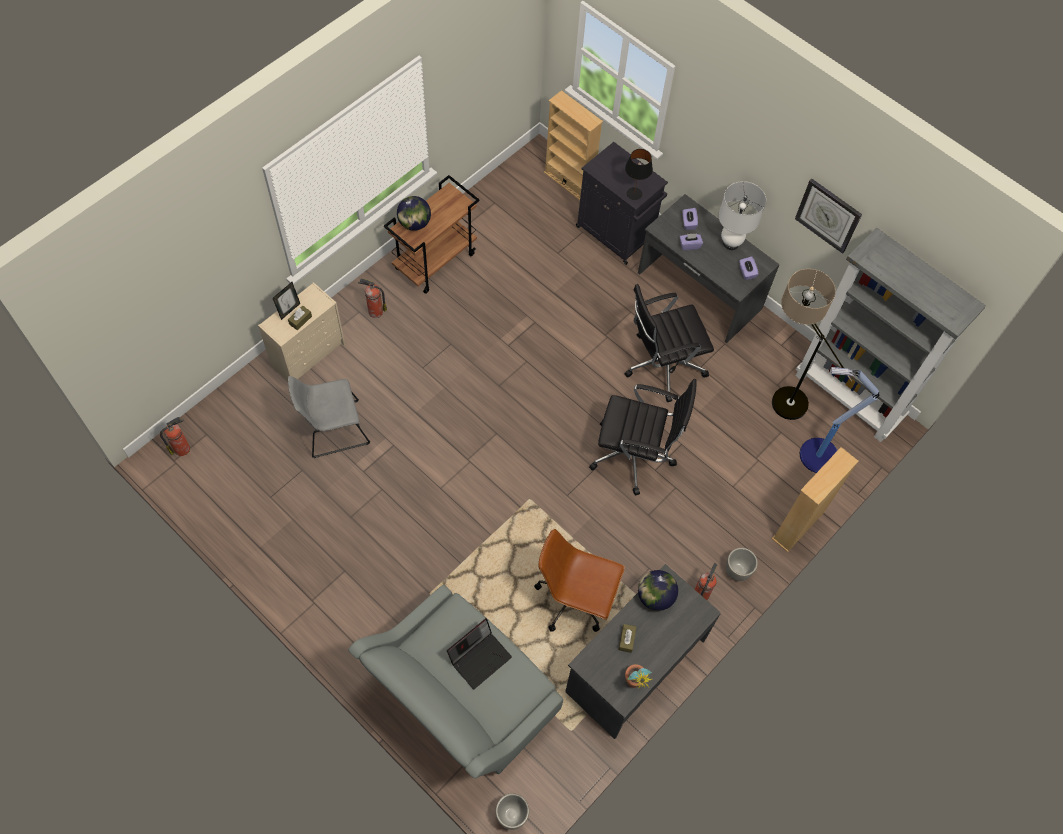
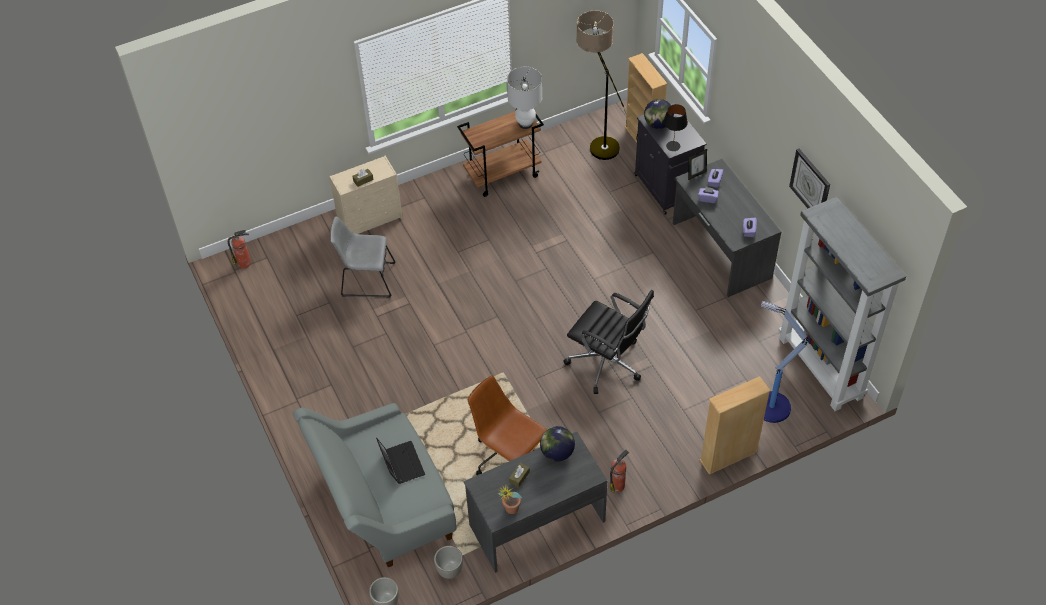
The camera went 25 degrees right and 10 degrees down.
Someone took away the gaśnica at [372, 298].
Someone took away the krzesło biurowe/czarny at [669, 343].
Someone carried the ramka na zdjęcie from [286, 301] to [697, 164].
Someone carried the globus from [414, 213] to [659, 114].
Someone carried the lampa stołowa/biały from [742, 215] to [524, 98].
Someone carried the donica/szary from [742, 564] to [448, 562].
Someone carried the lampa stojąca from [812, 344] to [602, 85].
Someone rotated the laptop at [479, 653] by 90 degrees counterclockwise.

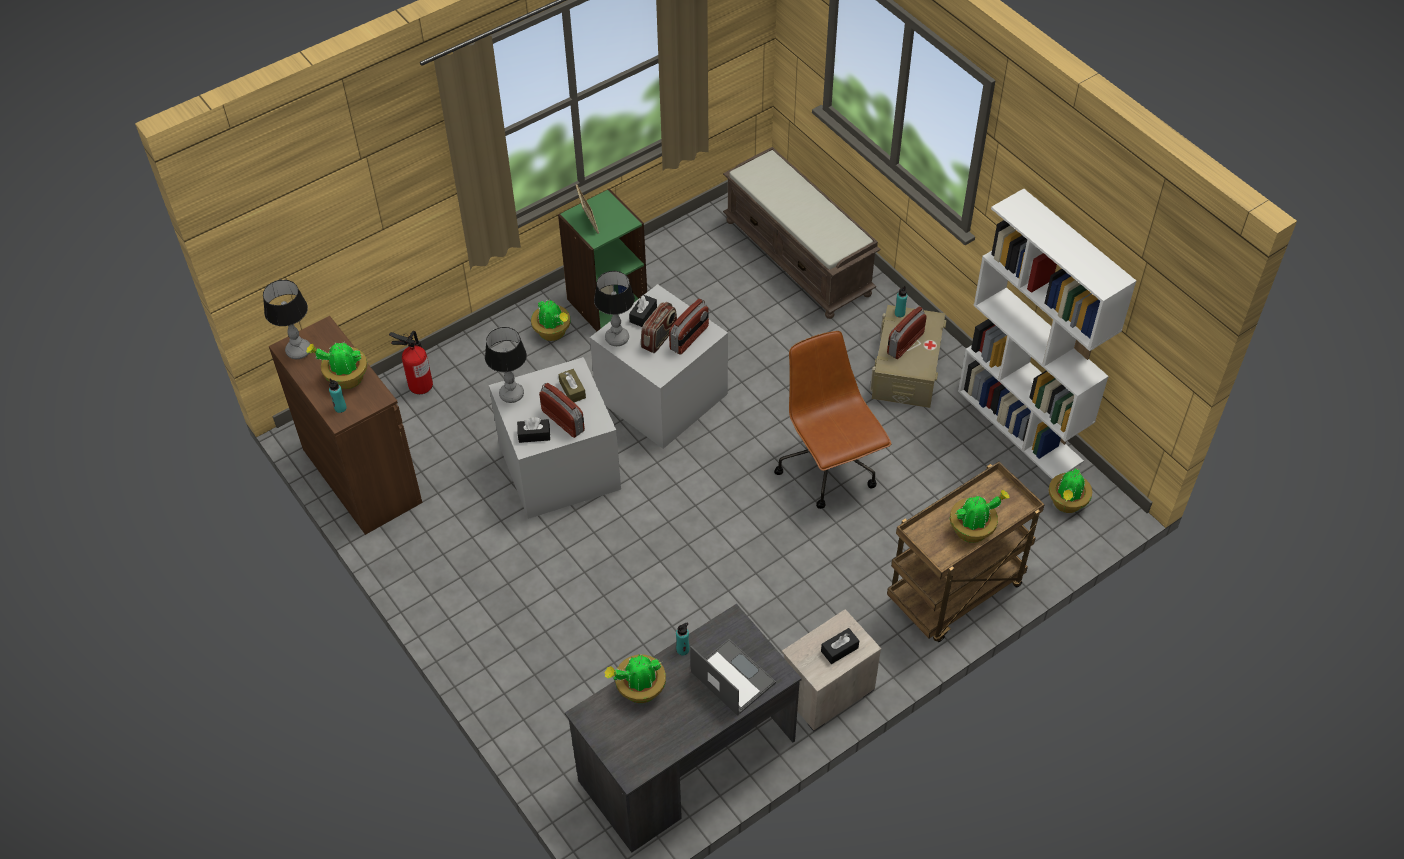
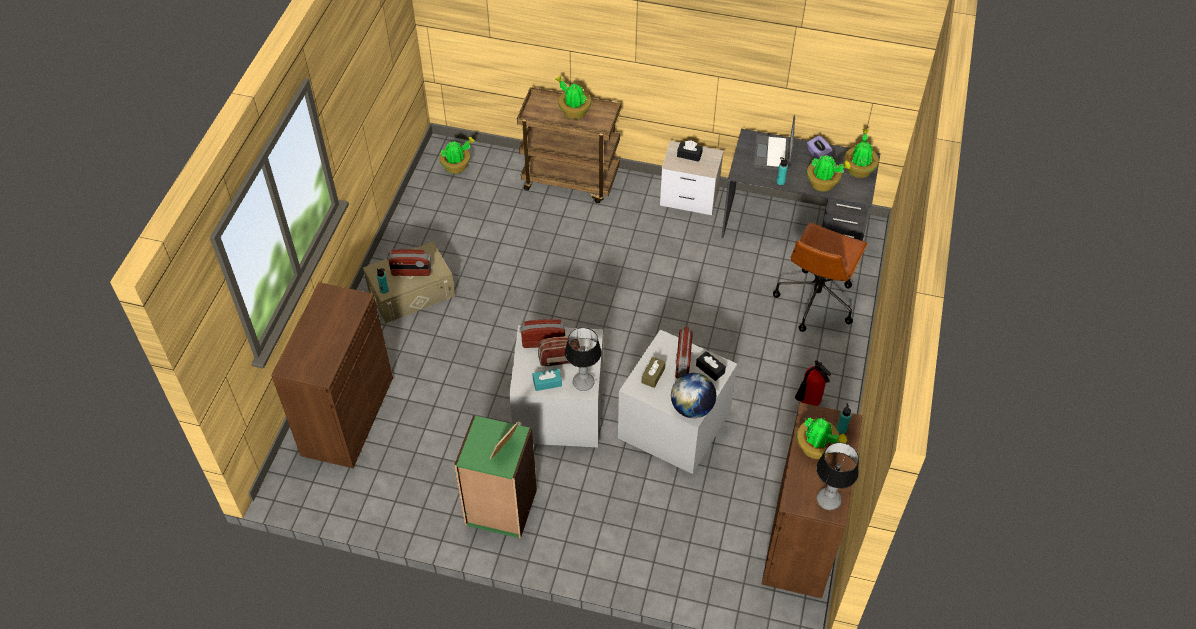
The camera went 130 degrees left and 0 degrees up.
Someone took away the regał/biały at [1047, 334].
Someone put down the pudełko chusteczek/fioletowy at [820, 147].
Someone carried the gaśnica from [411, 362] to [813, 383].
Someone carried the roślina doniczkowa from [550, 320] to [861, 153].
Someone carried the krzesło biurowe/brązowy from [832, 420] to [820, 277].
Someone swapped the lampa stołowa at [506, 365] for the globus at [693, 395].
Someone swapped the ławka/brązowy at [802, 233] for the szafka/brązowy at [332, 375].
Someone repainted the pudełko chusteczek/czarny at [643, 310], which became the pudełko chusteczek/turkusowy at [547, 379].

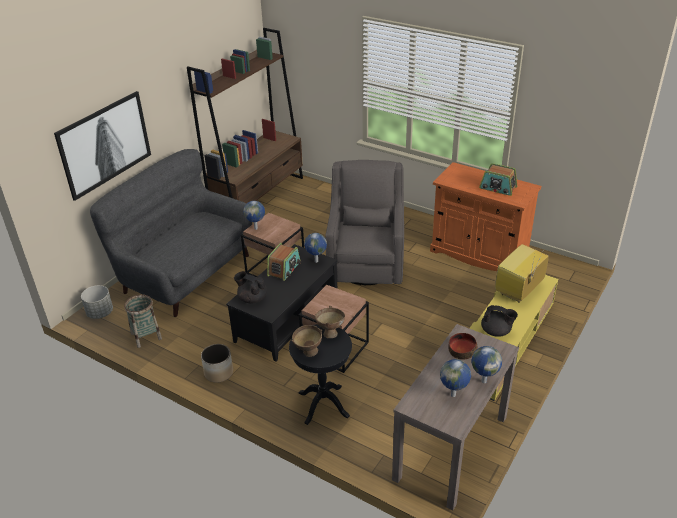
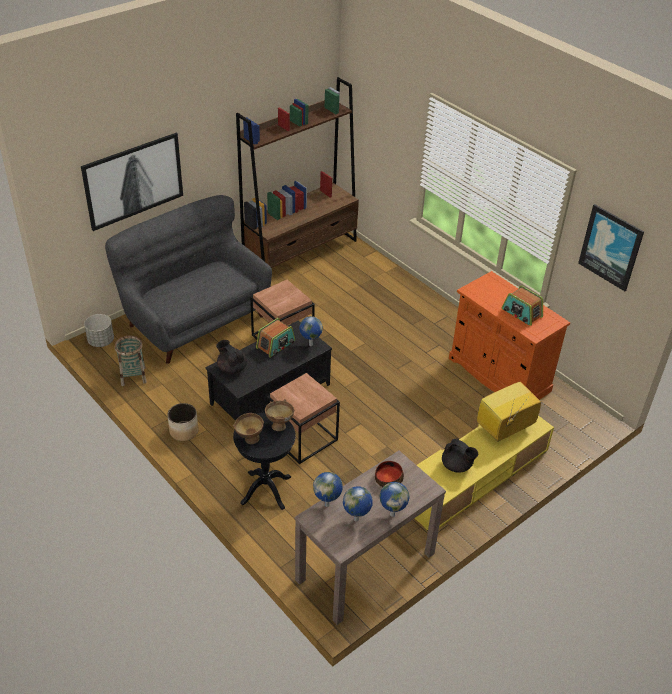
The camera went 15 degrees right and 5 degrees up.
Someone took away the fotel/szary at [364, 222].
Someone put up the obraz at [611, 247].
Someone carried the globus from [254, 215] to [328, 489].

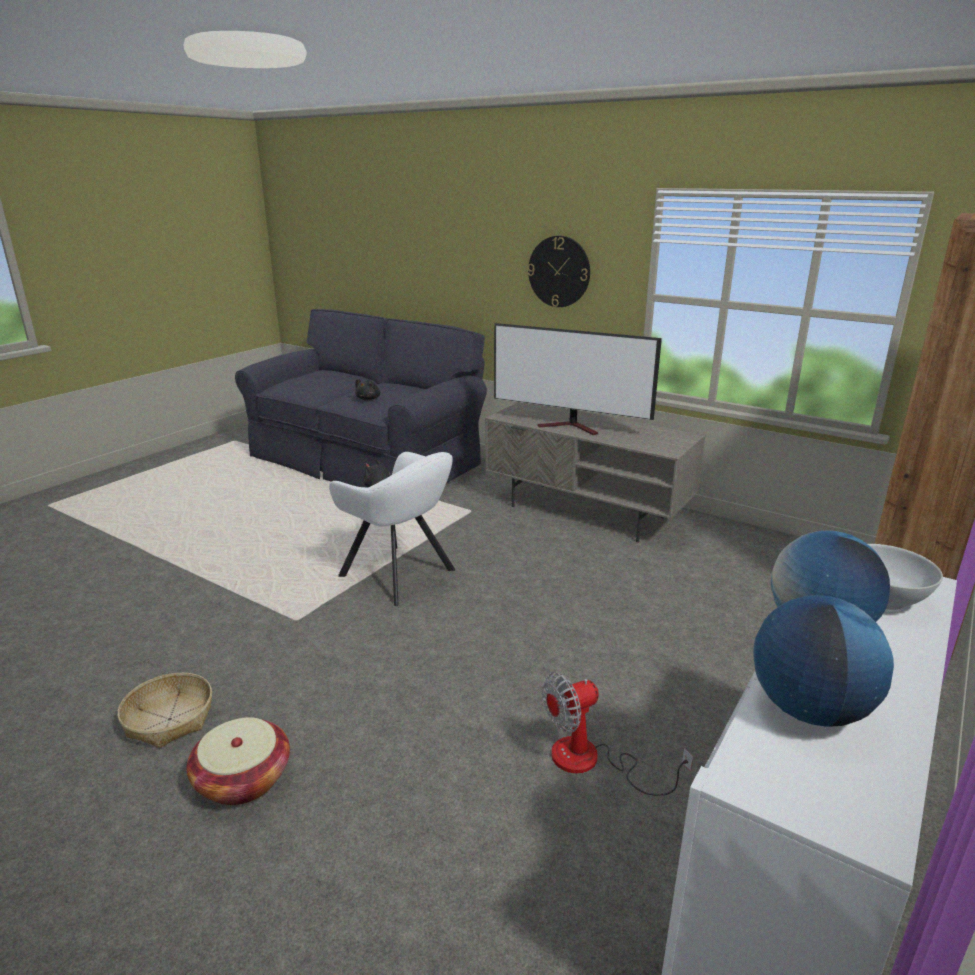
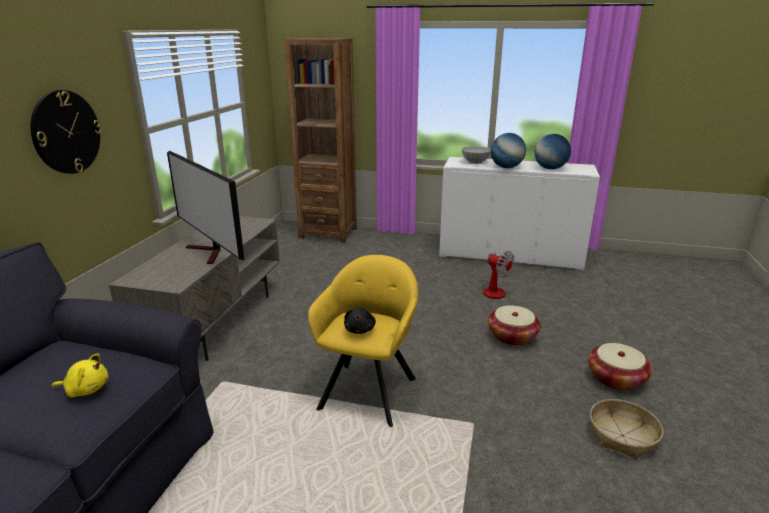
The camera went 110 degrees left and 0 degrees up.
Someone put down the koszyk at [514, 326].
Someone repainted the fotel/biały at [392, 529], which became the fotel/żółty at [363, 341].
Someone repainted the pluszak/czarny at [367, 389], which became the pluszak/żółty at [80, 375].
Someone rotated the telewizor at [578, 379] by 135 degrees clockwise.

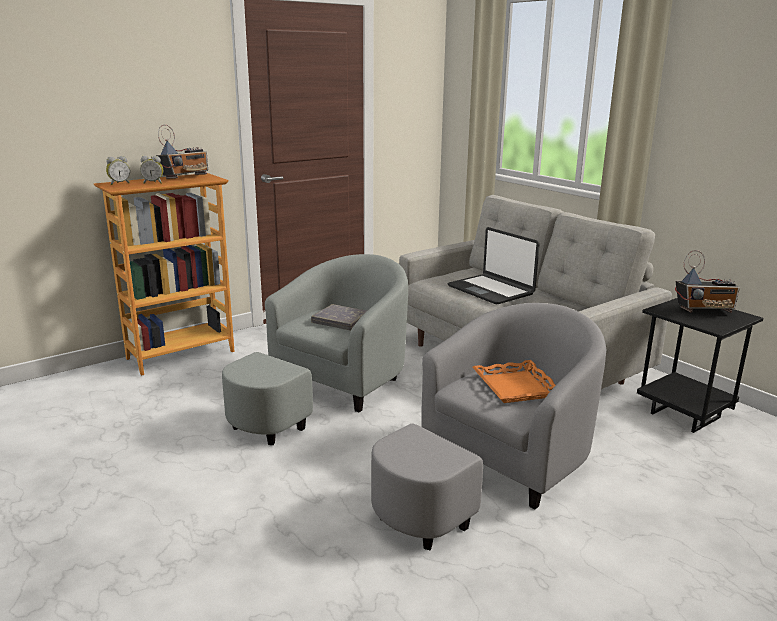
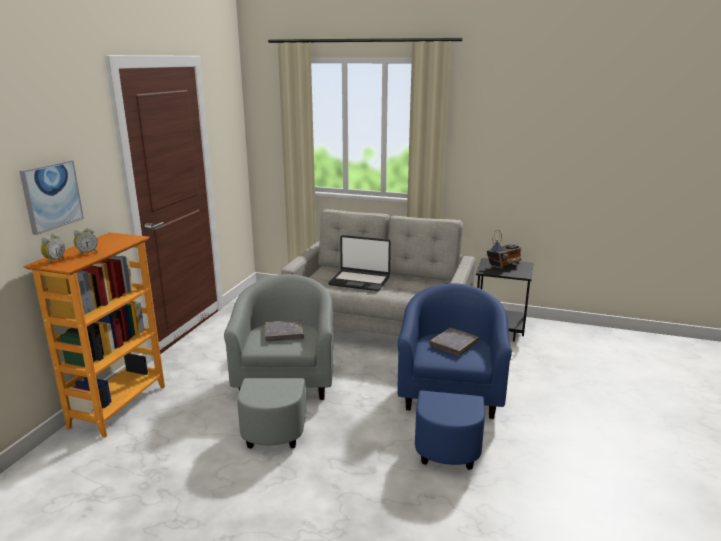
The camera went 35 degrees left and 0 degrees up.
Someone took away the radio at [182, 152].
Someone put up the obraz at [51, 197].
Someone swapped the taca/pomarańczowy at [513, 381] for the książka/szary at [454, 342].
Someone repainted the fotel/szary at [488, 426], which became the fotel/niebieski at [454, 376].

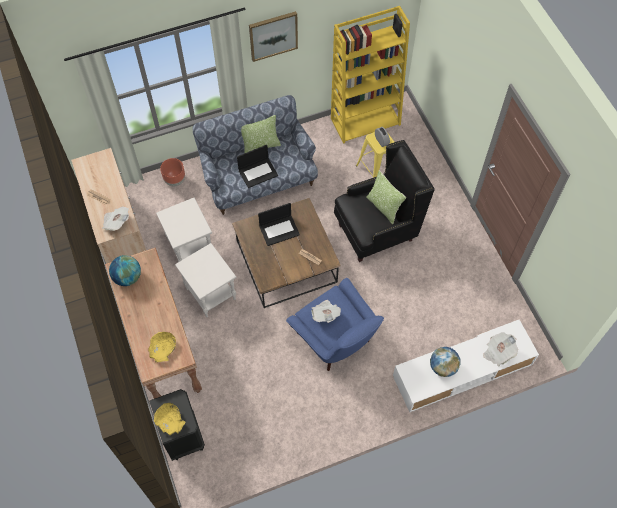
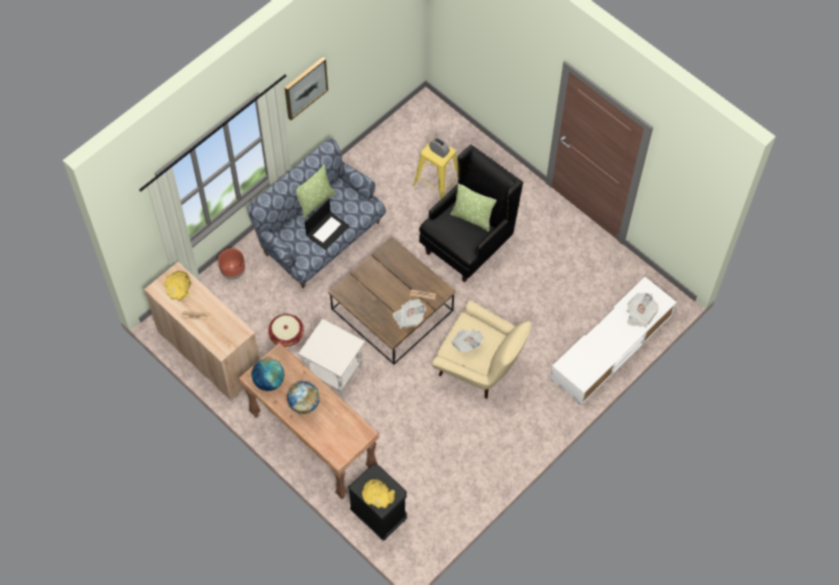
The camera went 25 degrees left and 0 degrees up.
Someone took away the laptop at [279, 224].
Someone took away the regał/żółty at [370, 75].
Someone carried the gazeta from [115, 218] to [409, 314].
Someone carried the miska/żółty from [162, 347] to [177, 286].
Someone carried the globus from [445, 362] to [303, 397].
Someone swapped the stolik/biały at [184, 230] for the koszyk at [286, 330].
Someone repainted the fotel/niebieski at [335, 324], which became the fotel/beżowy at [481, 349].

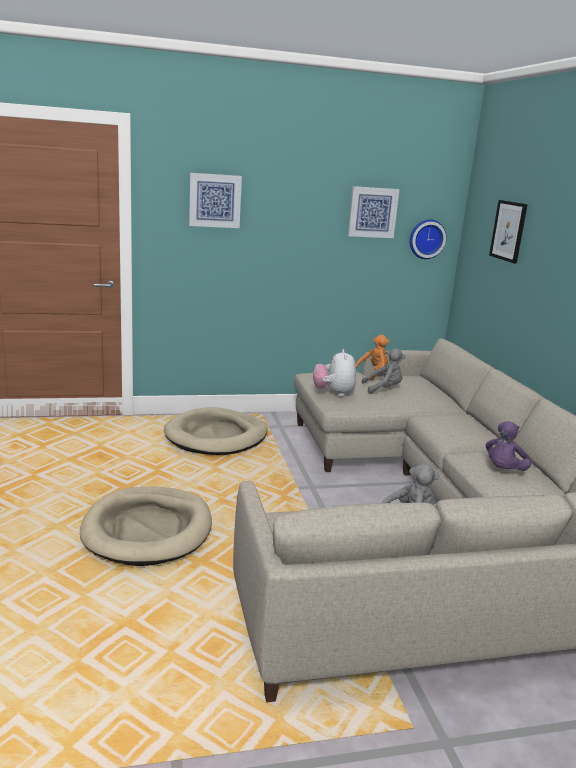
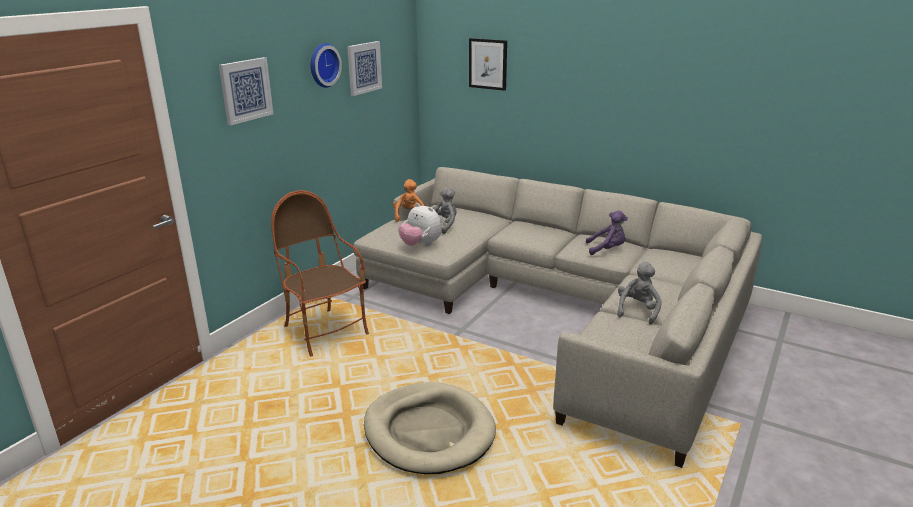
The camera went 45 degrees left and 5 degrees up.
Someone carried the zegar ścienny from [427, 239] to [326, 65].
Someone swapped the legowisko/beżowy at [215, 431] for the fotel at [320, 273].
Someone rotated the pluszak/fioletowy at [508, 446] by 75 degrees counterclockwise.

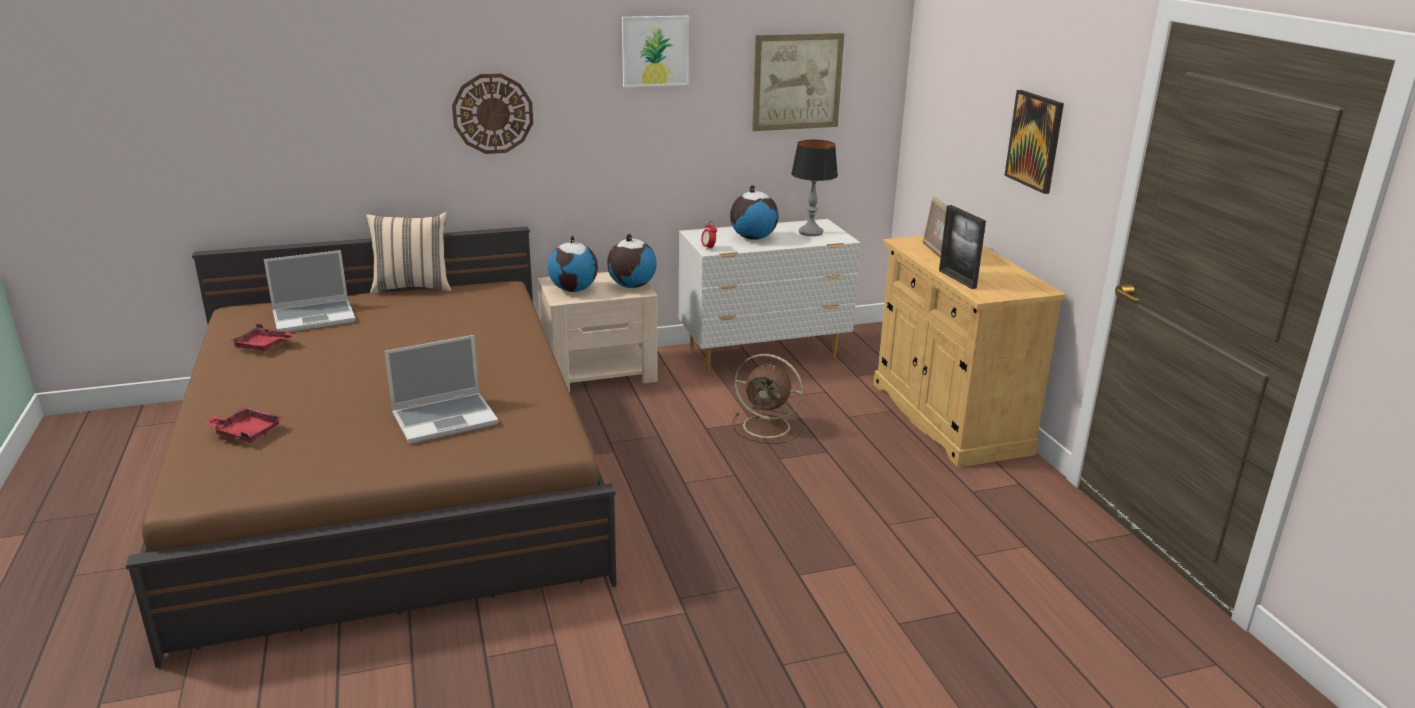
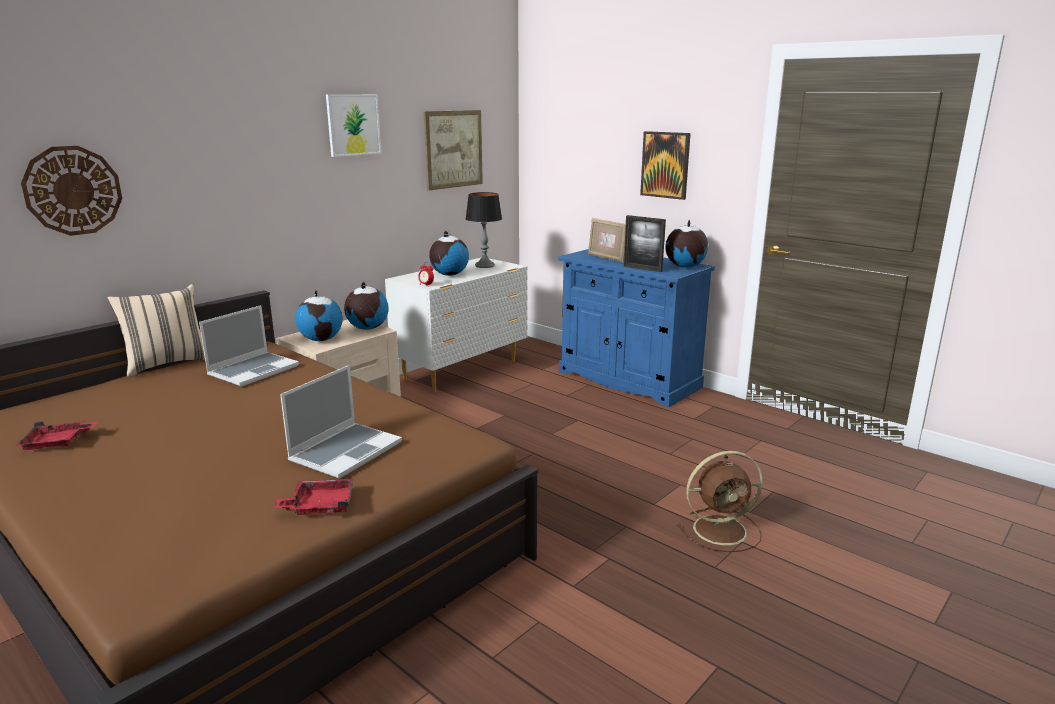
The camera went 30 degrees left and 5 degrees down.
Someone put down the globus at [687, 244].
Someone carried the taca/czerwony from [243, 424] to [313, 497].
Someone carried the laptop from [309, 291] to [249, 346].
Someone carried the zegar ścienny from [492, 114] to [71, 191].
Someone carried the wentylator/brązowy from [767, 399] to [720, 501].
Someone repainted the szafka/beżowy at [969, 351], which became the szafka/niebieski at [636, 328].

